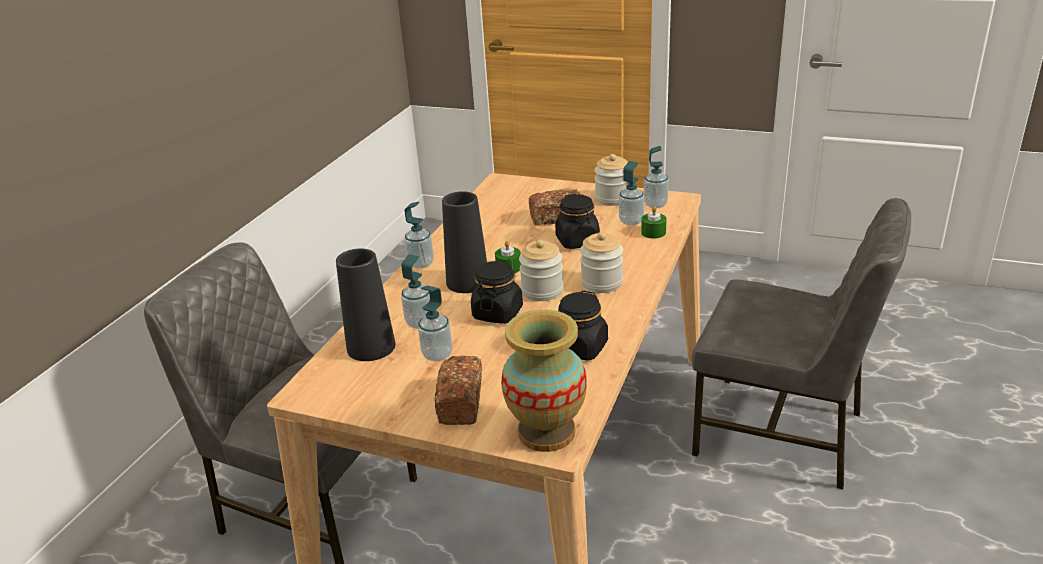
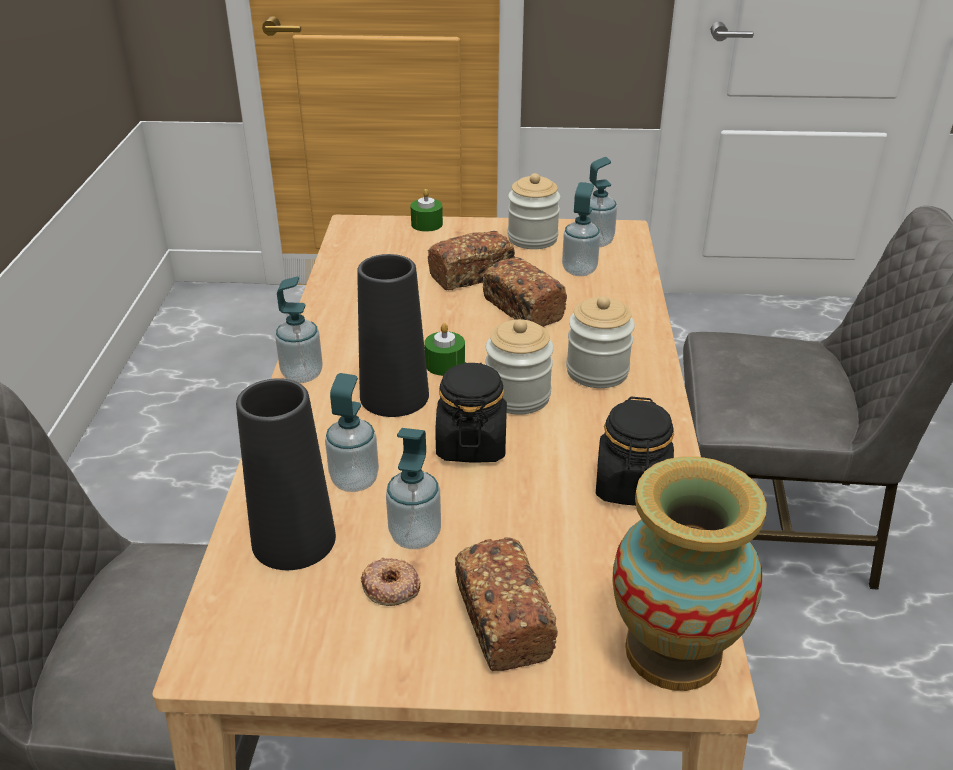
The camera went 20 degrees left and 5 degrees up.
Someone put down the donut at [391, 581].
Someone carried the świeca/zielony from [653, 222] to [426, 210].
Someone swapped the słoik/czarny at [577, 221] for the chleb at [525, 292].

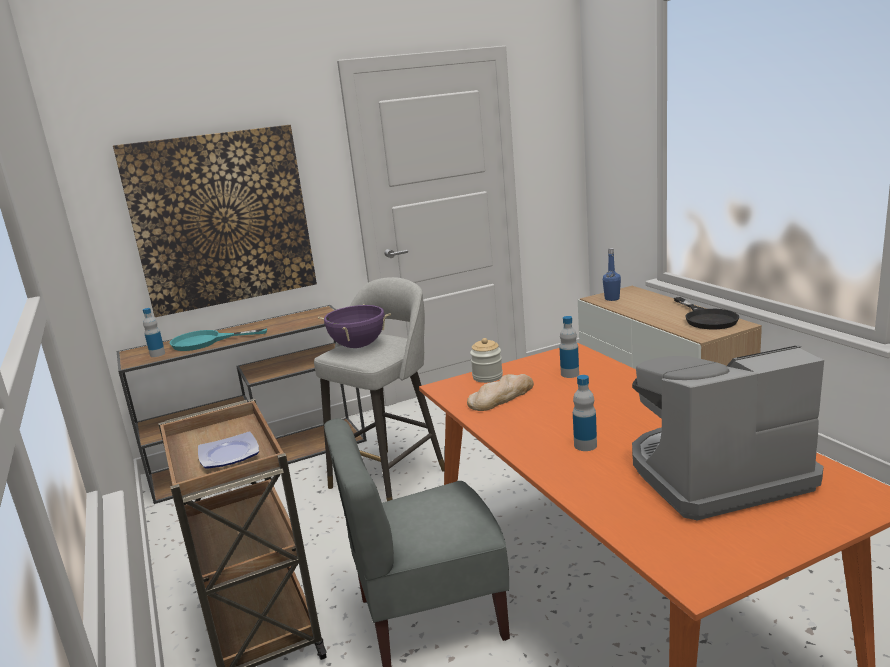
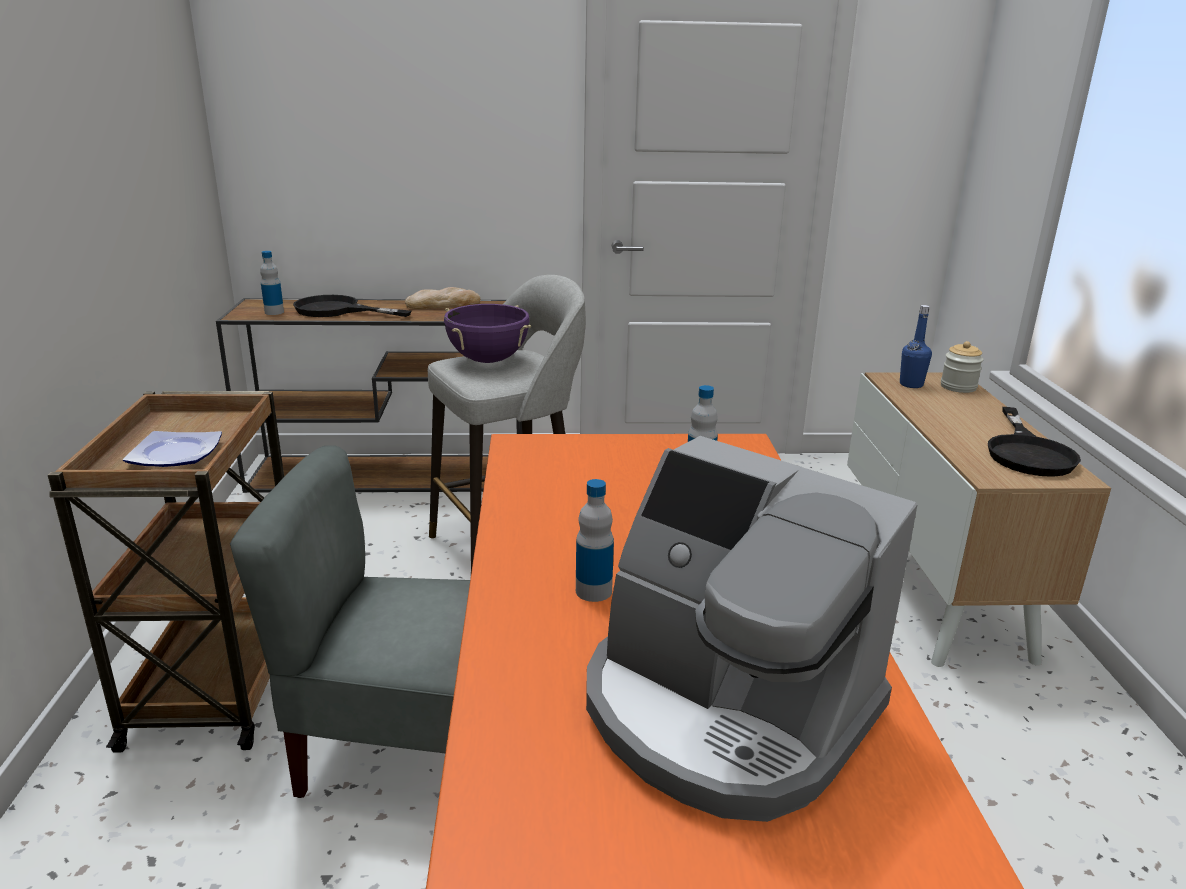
The camera went 20 degrees right and 5 degrees up.
Someone took away the obraz at [215, 221].
Someone carried the chleb from [500, 392] to [443, 298].
Someone carried the słoik from [486, 360] to [962, 367].
Someone repainted the patelnia/turkusowy at [218, 339], which became the patelnia/czarny at [352, 306].
Someone rotated the ekspres do kawy at [728, 432] by 150 degrees counterclockwise.

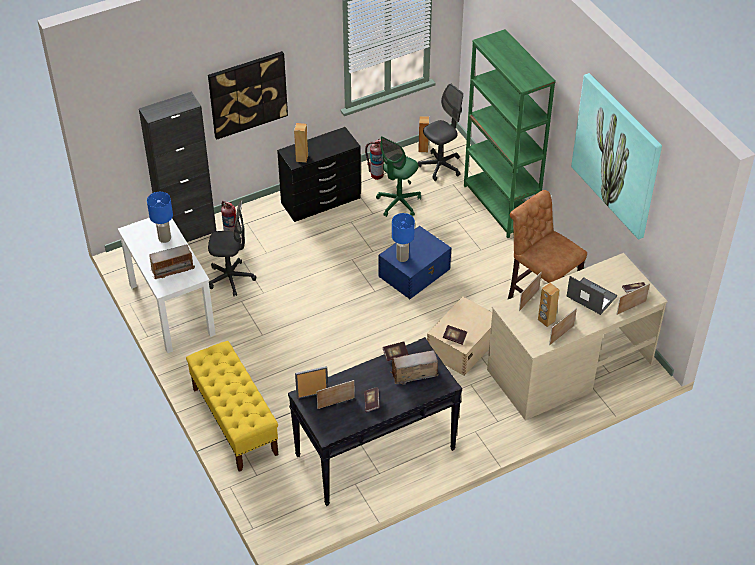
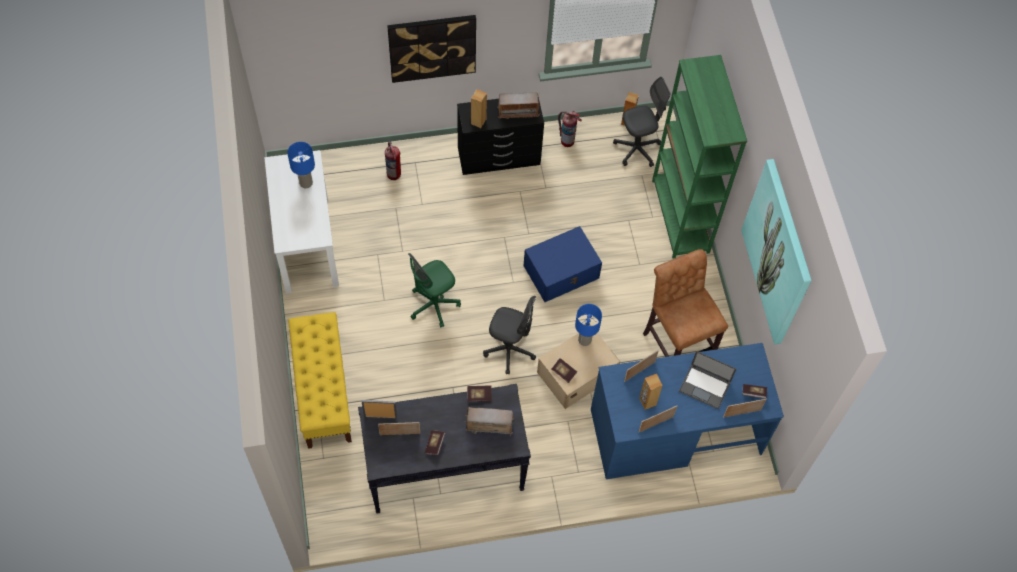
The camera went 15 degrees right and 15 degrees up.
Someone took away the szafka/czarny at [177, 167].
Someone carried the radio from [172, 261] to [519, 106].
Someone carried the krzesło biurowe/szary from [232, 248] to [509, 335].
Someone carried the krzesło biurowe/zielony from [398, 176] to [434, 290].
Someone carried the lampa stołowa/niebieski from [403, 237] to [588, 325].
Someone repainted the biurko/beżowy at [577, 336], which became the biurko/niebieski at [687, 411].
Someone rotated the laptop at [591, 295] by 150 degrees clockwise.

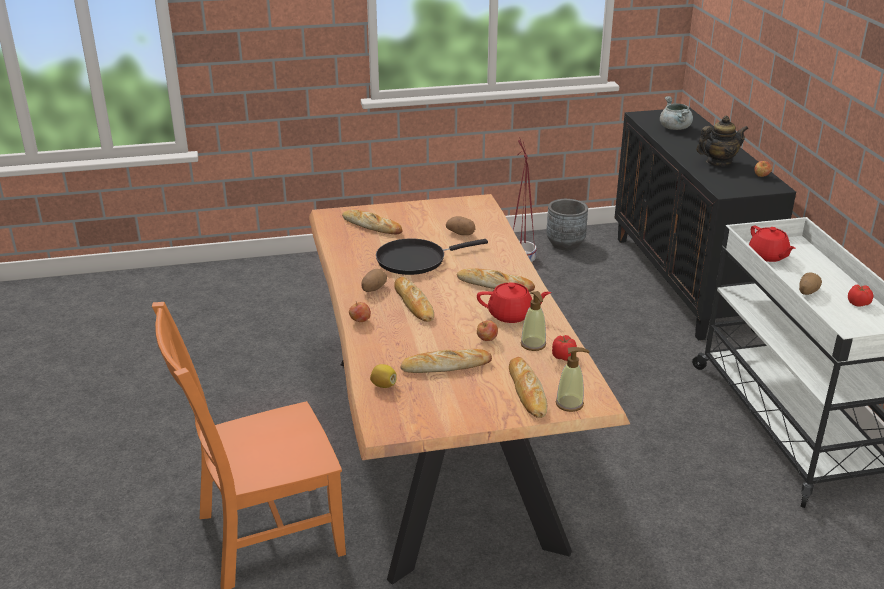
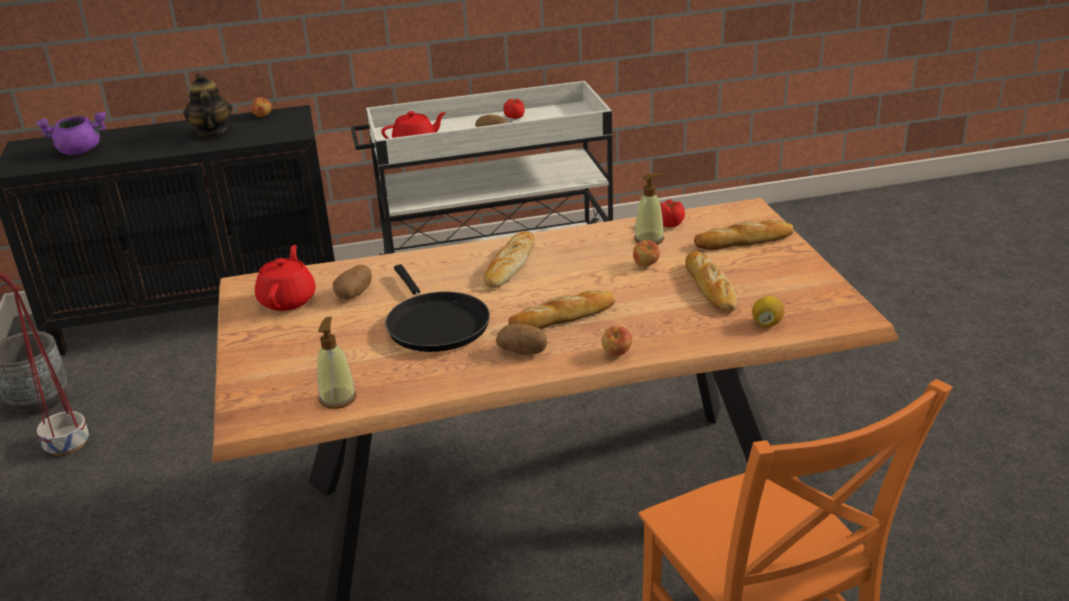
The camera went 90 degrees left and 0 degrees up.
Someone took away the chleb at [372, 222].
Someone carried the imbryk/czerwony from [514, 303] to [285, 278].
Someone carried the dozownik mydła from [572, 379] to [336, 363].
Someone repainted the garnek/szary at [676, 113], which became the garnek/fioletowy at [71, 133].

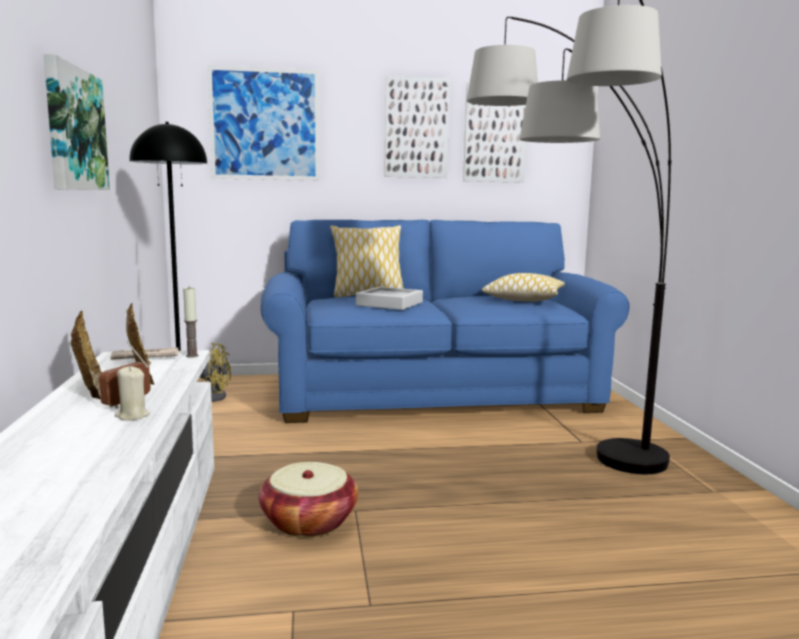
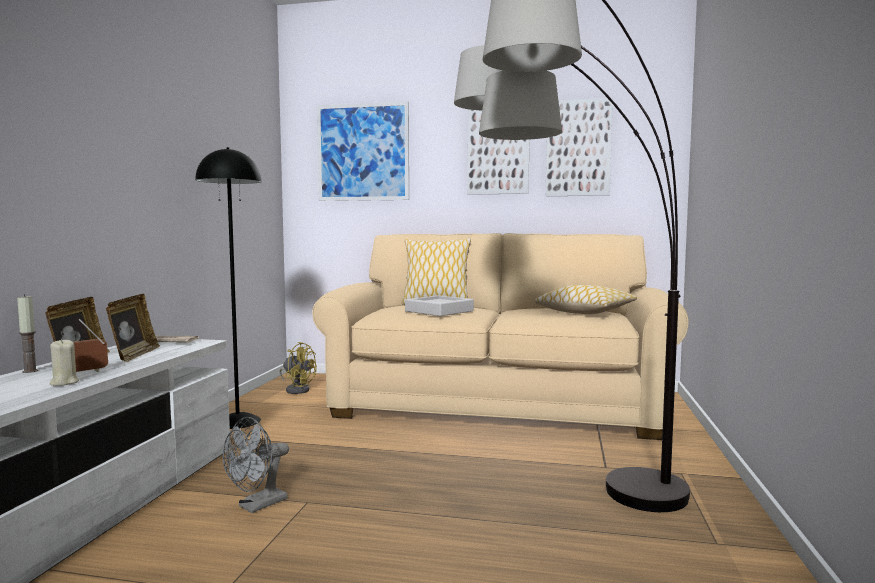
The camera went 20 degrees right and 5 degrees down.
Someone took away the obraz at [77, 122].
Someone carried the świeca from [191, 323] to [27, 334].
Someone swapped the koszyk at [308, 500] for the wentylator/szary at [256, 465].
Someone repainted the kanapa/niebieski at [445, 321], which became the kanapa/beżowy at [500, 336].

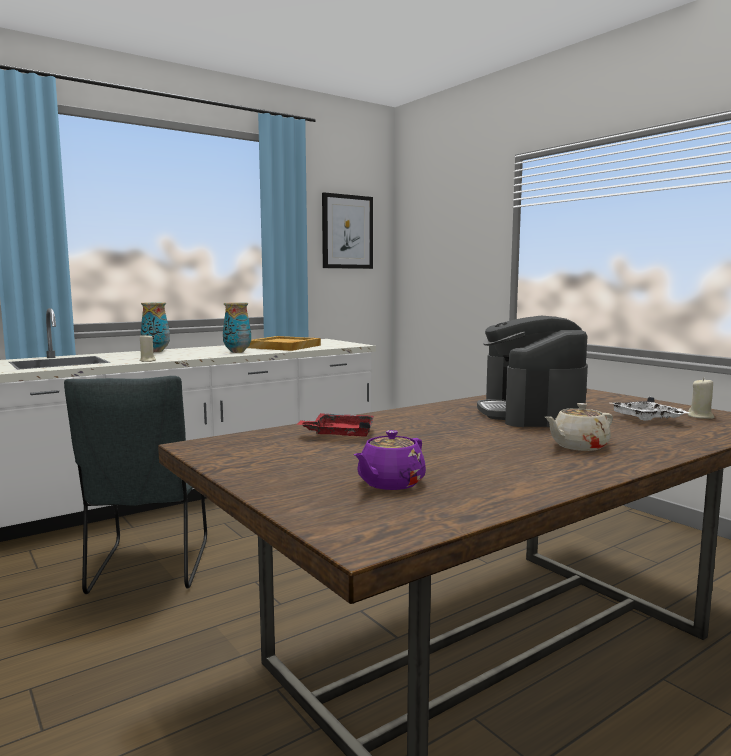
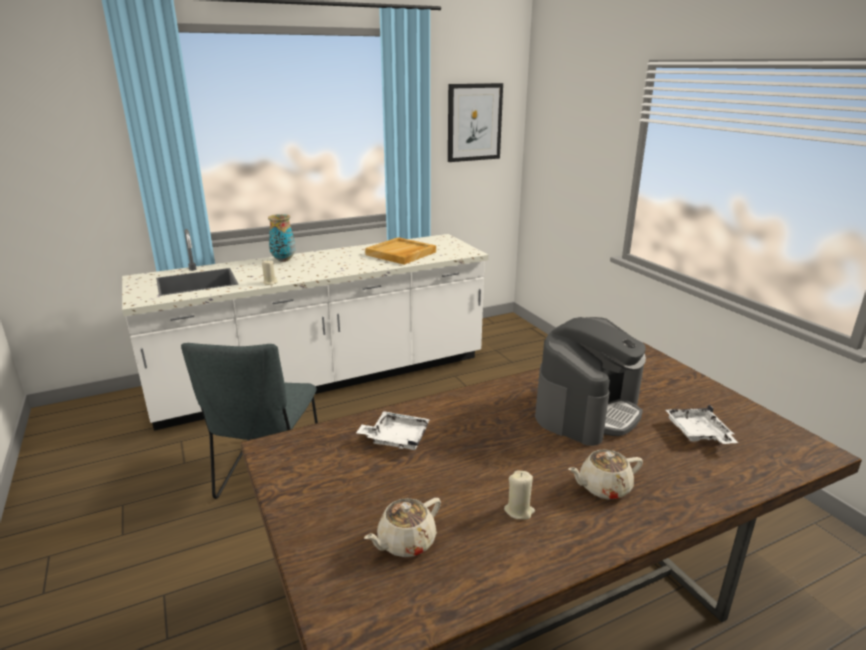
The camera went 10 degrees right and 15 degrees up.
Someone took away the wazon at [237, 327].
Someone carried the świeca/beżowy from [701, 398] to [519, 495].
Someone repainted the taca/czerwony at [336, 425], which became the taca/biały at [393, 430].
Someone repainted the imbryk/fioletowy at [390, 460], which became the imbryk/beżowy at [402, 527].
Someone rotated the ekspres do kawy at [532, 371] by 150 degrees counterclockwise.

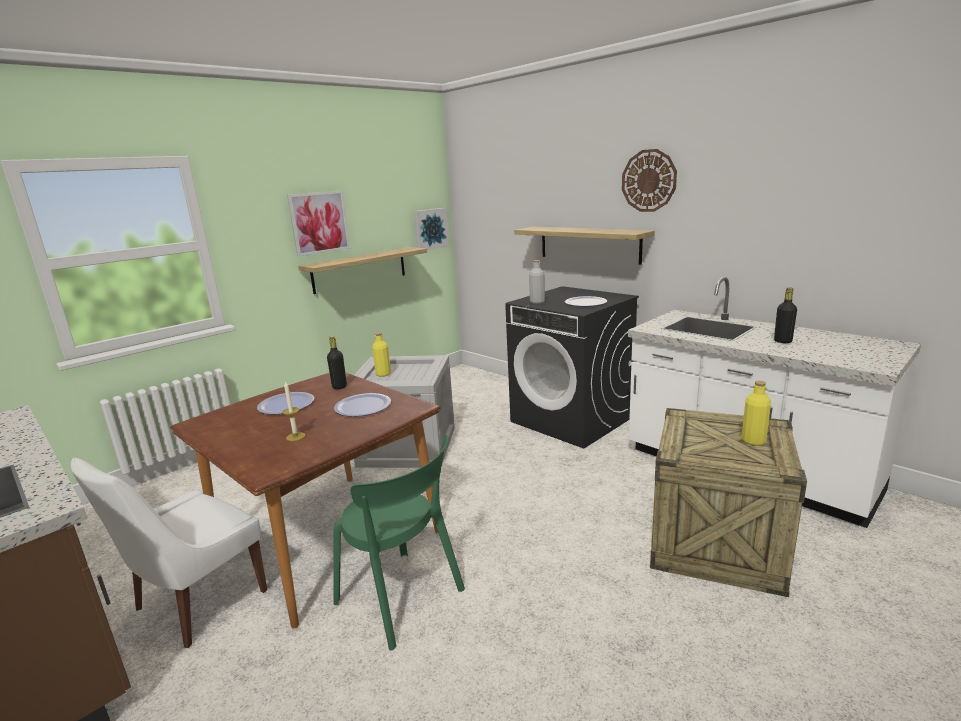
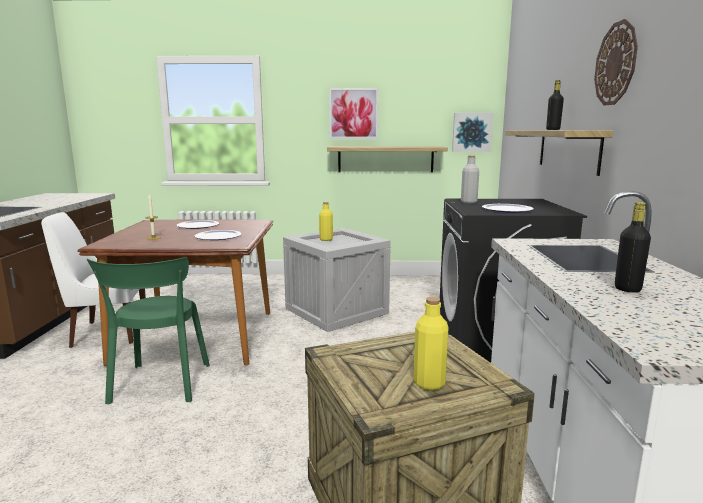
The camera went 45 degrees right and 5 degrees down.
Someone carried the butelka/czarny from [337, 362] to [555, 105].

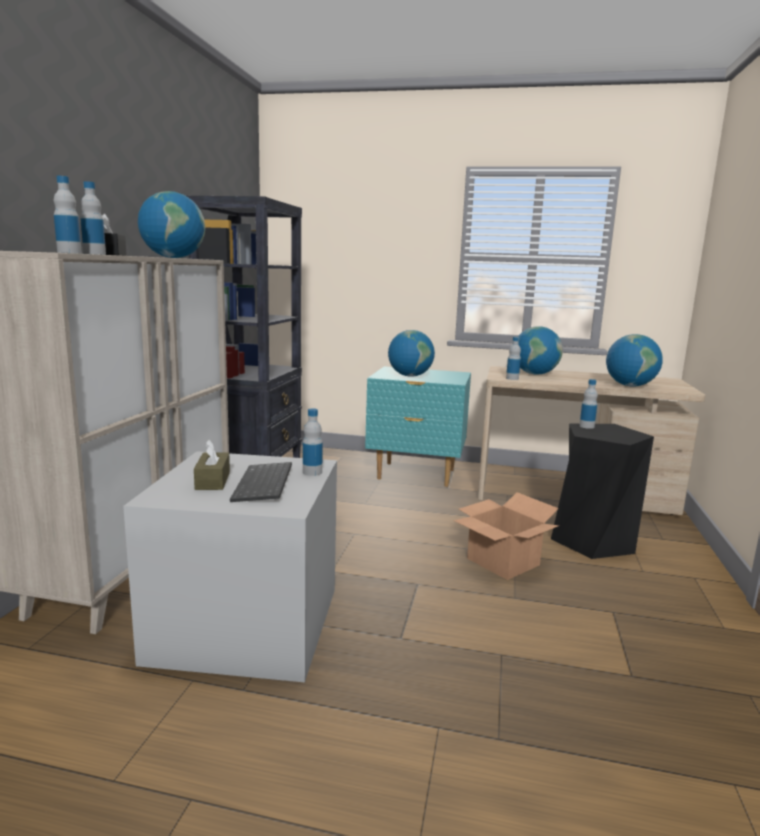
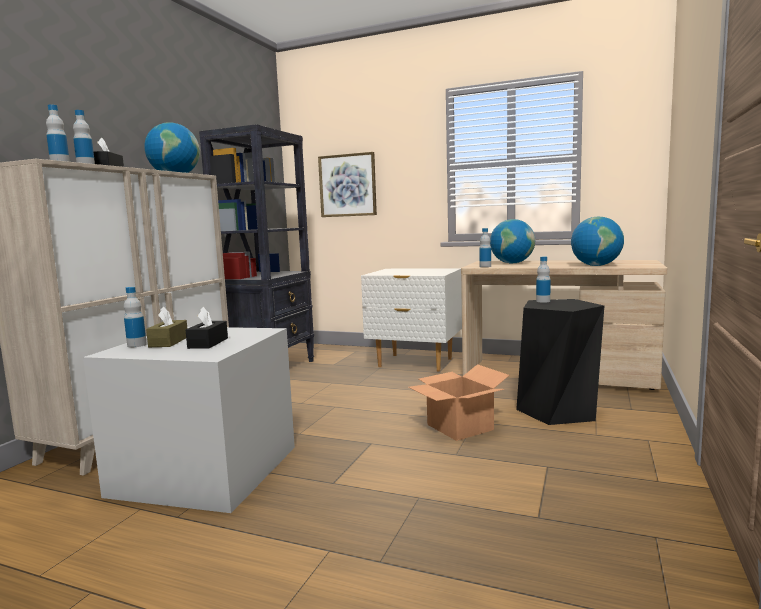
The camera went 10 degrees right and 5 degrees down.
Someone took away the globus at [411, 353].
Someone put up the obraz at [347, 184].
Someone carried the butelka from [313, 442] to [135, 317].
Someone swapped the klawiatura at [261, 482] for the pudełko chusteczek/czarny at [207, 328].
Someone repainted the szafka nocna/turkusowy at [418, 426], which became the szafka nocna/biały at [411, 320].

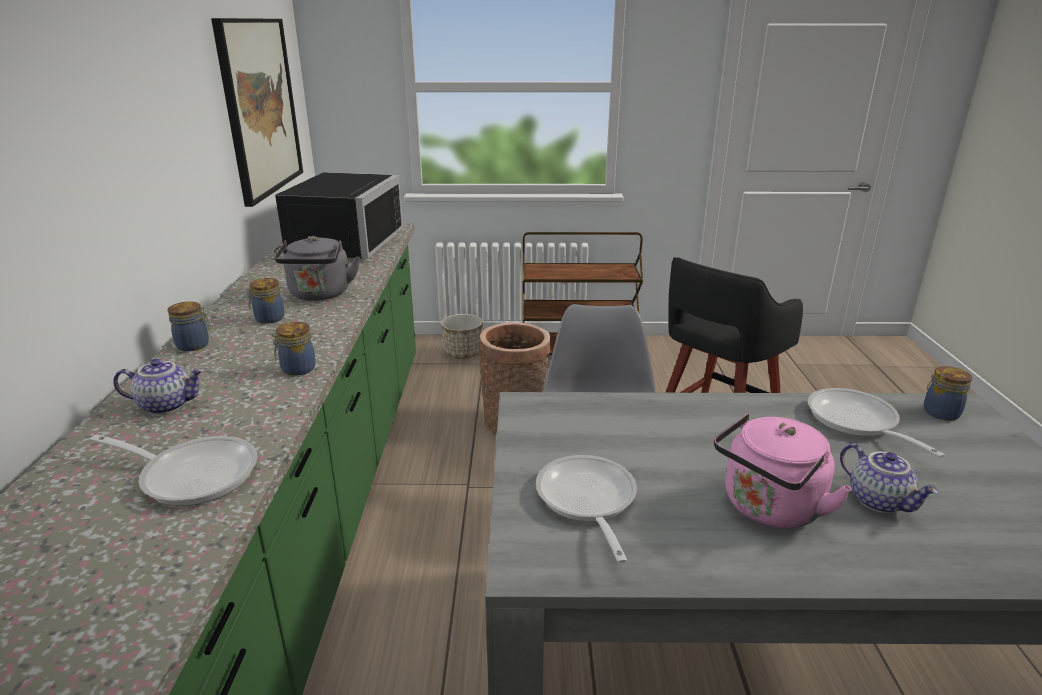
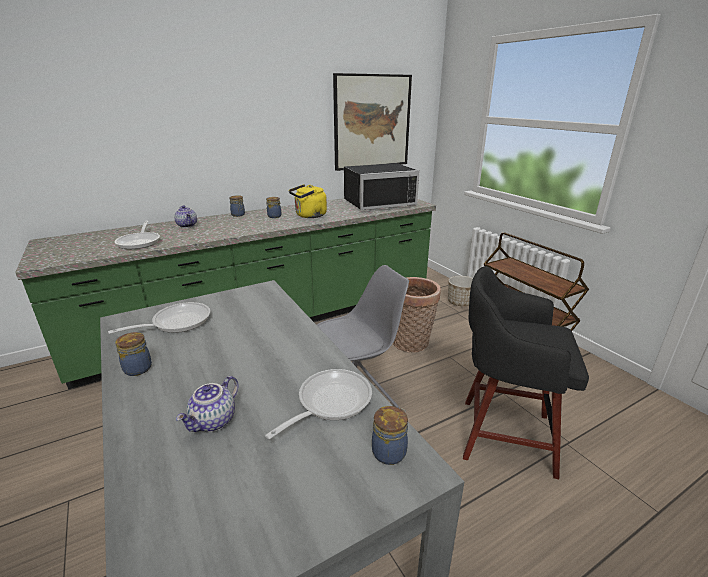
The camera went 60 degrees right and 0 degrees up.
Someone took away the czajnik/różowy at [783, 470].
Someone carried the słoik from [293, 349] to [133, 354].
Someone repainted the czajnik/szary at [317, 268], which became the czajnik/żółty at [308, 201].

